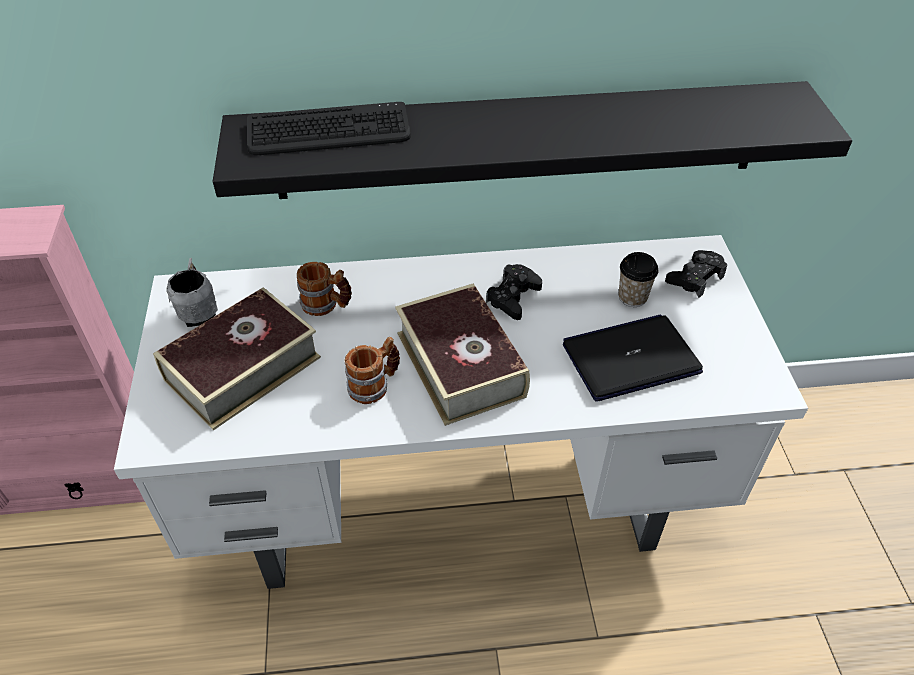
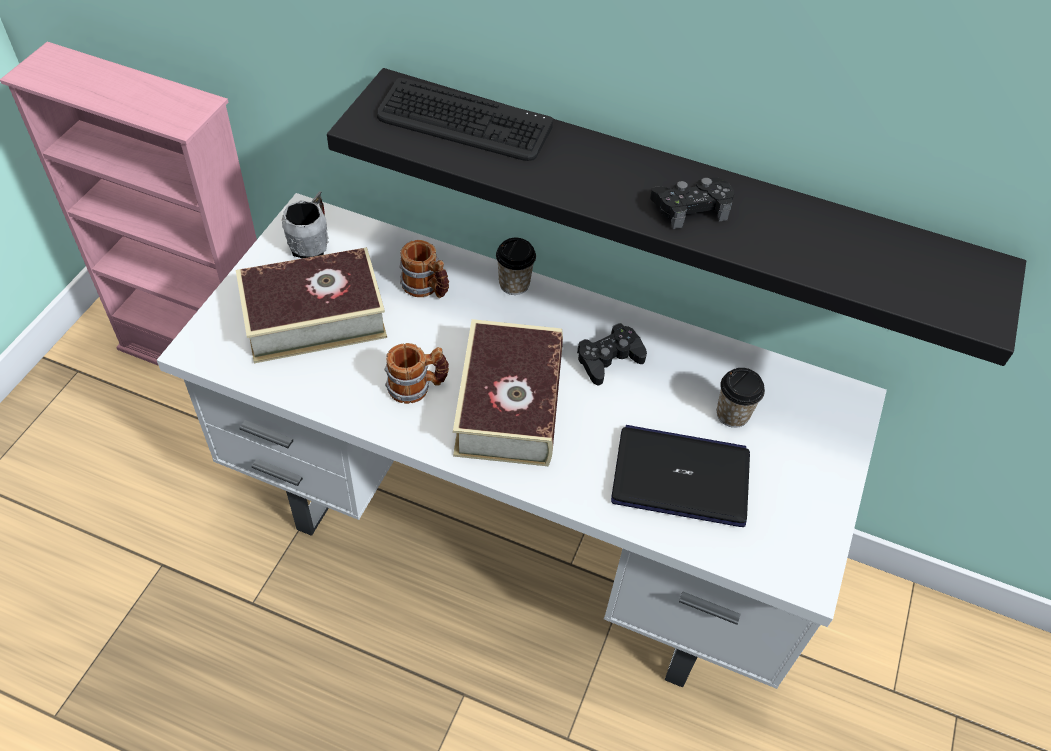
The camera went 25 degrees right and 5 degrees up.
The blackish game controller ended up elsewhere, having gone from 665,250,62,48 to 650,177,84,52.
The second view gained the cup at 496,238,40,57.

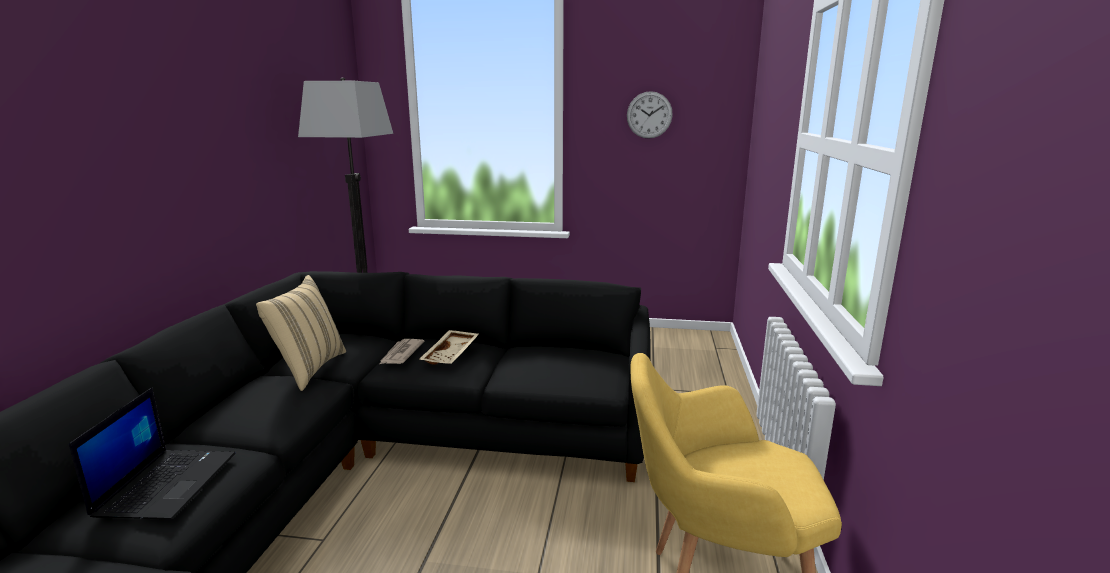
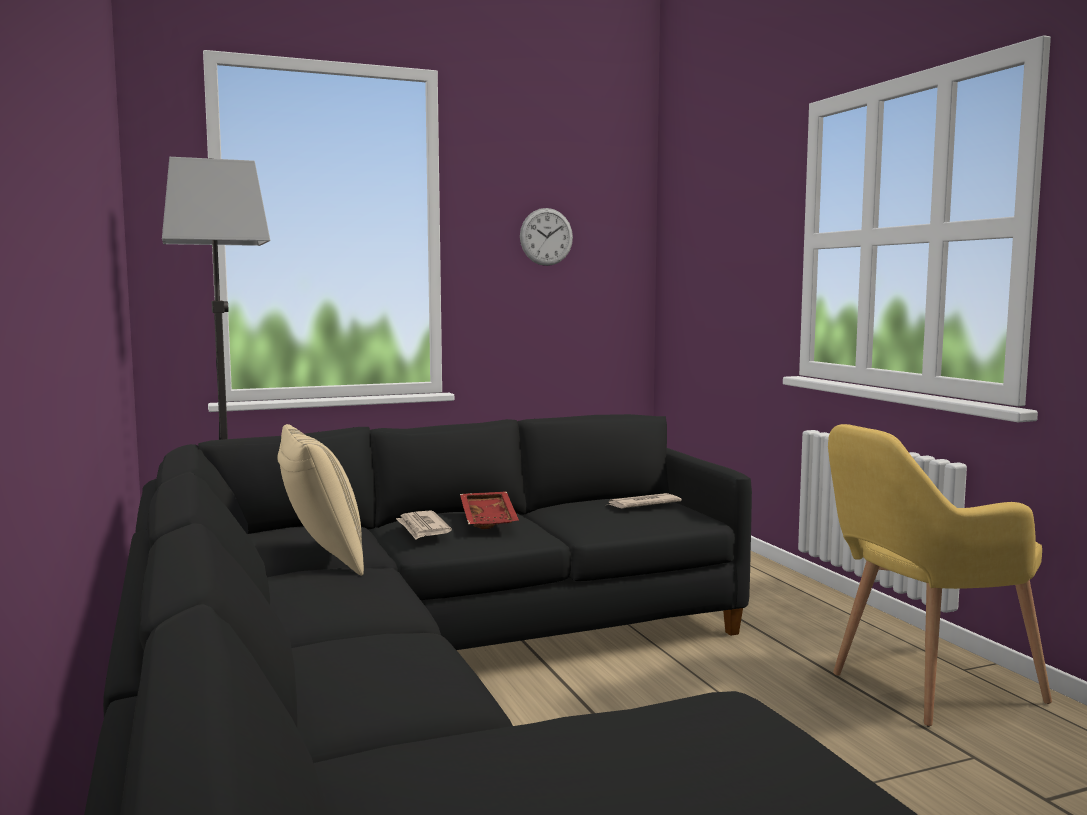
The camera went 30 degrees left and 10 degrees down.
What was the beige-coloured serving tray at 419,330,60,35 turned into the red serving tray at 460,491,59,38.
The second view lost the laptop at 69,388,167,132.
The second view gained the printed paper at 607,493,75,16.

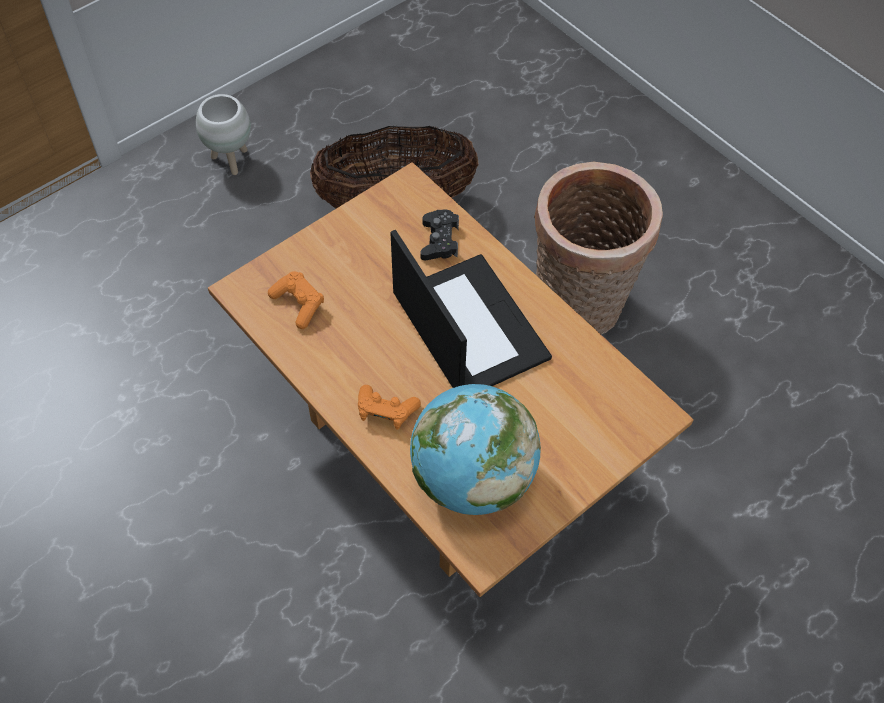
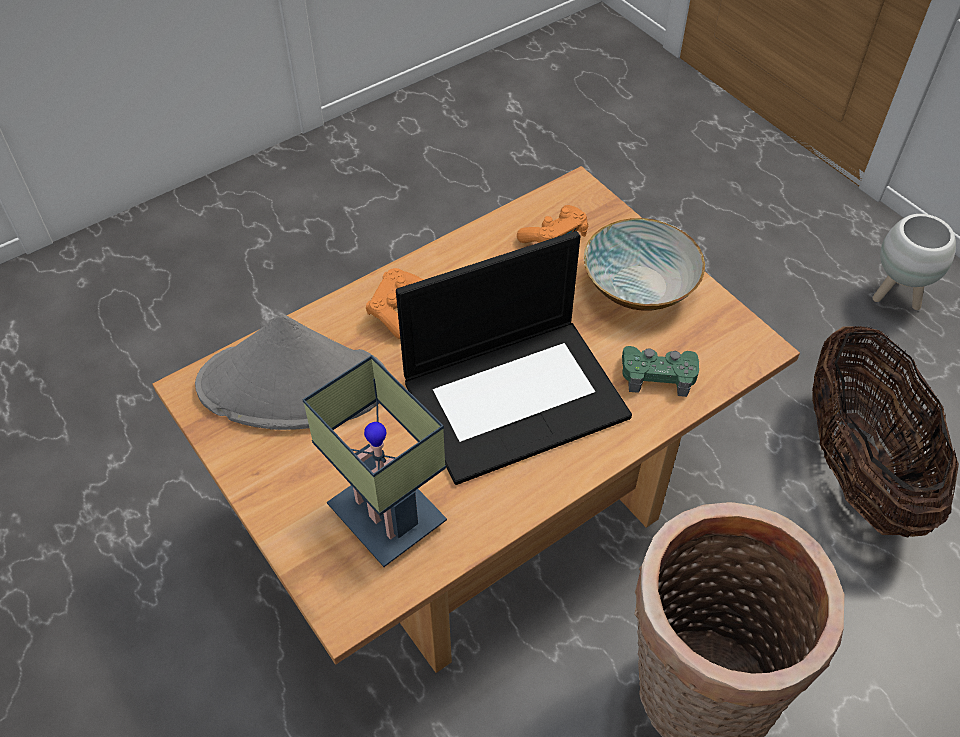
The camera went 95 degrees right and 5 degrees down.
What was the blackish game controller at 420,210,39,50 turned into the greenish game controller at 622,346,77,51.
Where the desk globe stood at 410,384,131,131, the grey wearable hat came to stand at 195,313,192,117.
The second view gained the serving bowl at 584,218,121,93.
The second view gained the tabletop lamp at 302,355,145,212.

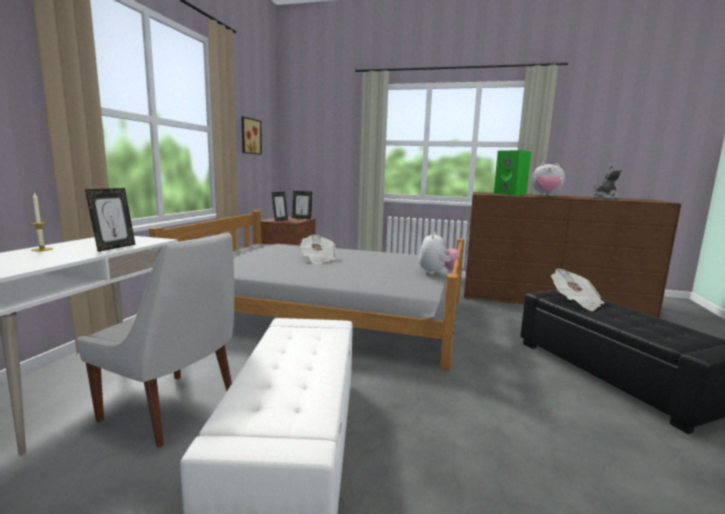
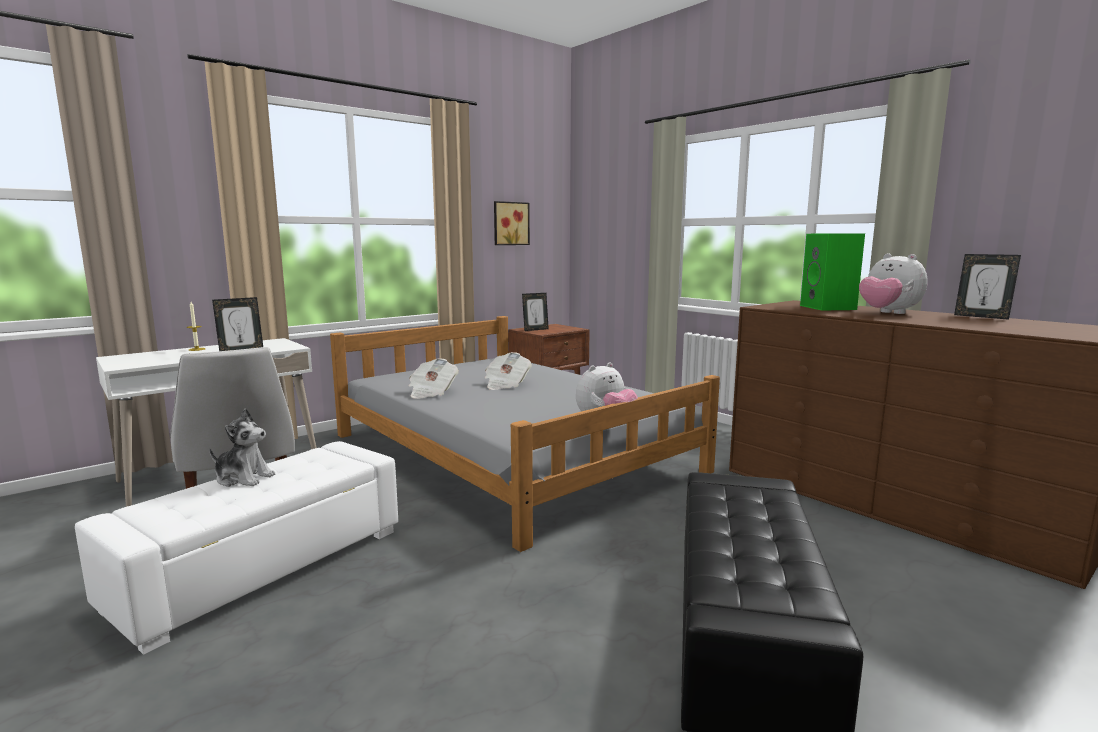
The camera went 35 degrees right and 0 degrees up.
The cuddly toy ended up elsewhere, having gone from 593,165,29,34 to 209,408,66,79.
The standing frame ended up elsewhere, having gone from 292,191,20,28 to 954,254,67,66.
The printed paper ended up elsewhere, having gone from 551,269,53,42 to 409,358,50,41.

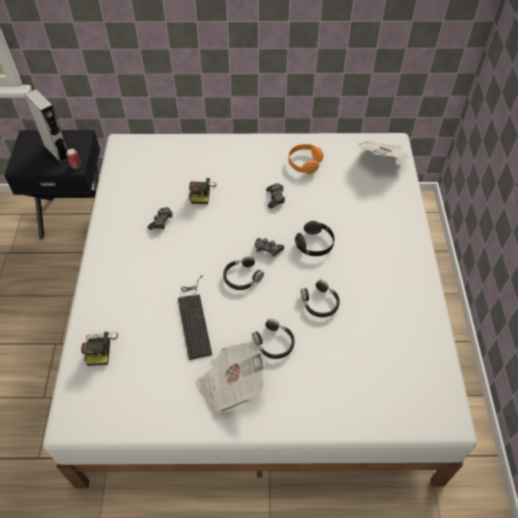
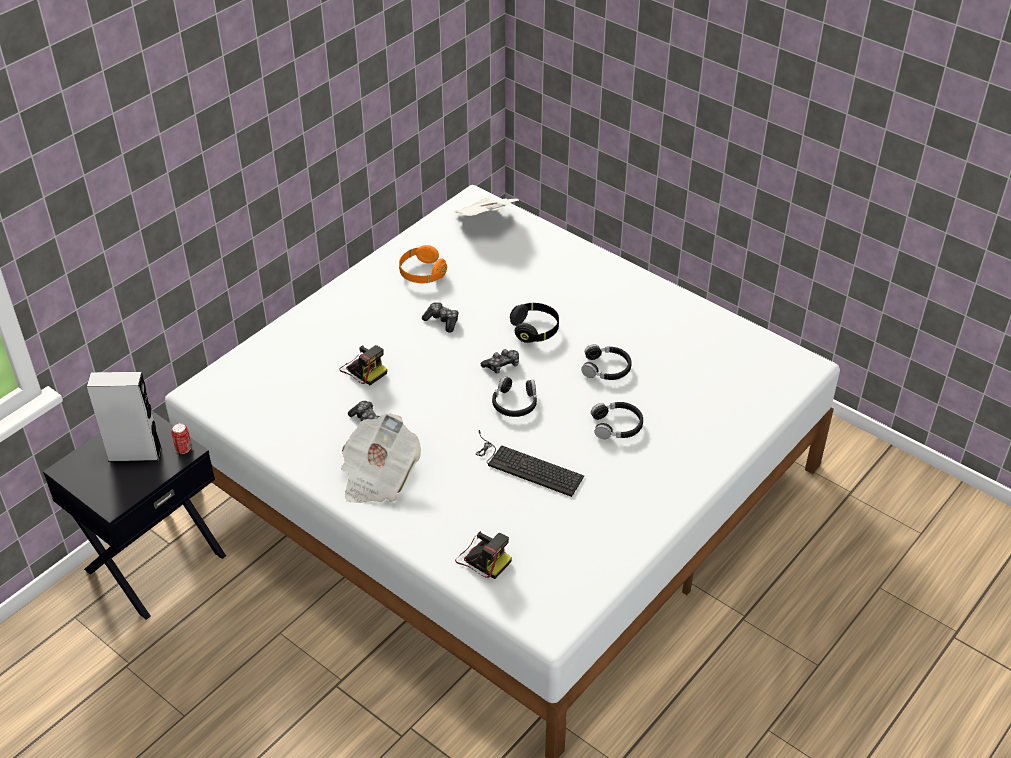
The camera went 50 degrees left and 10 degrees down.
The printed paper ended up elsewhere, having gone from 195,342,72,72 to 341,413,80,90.

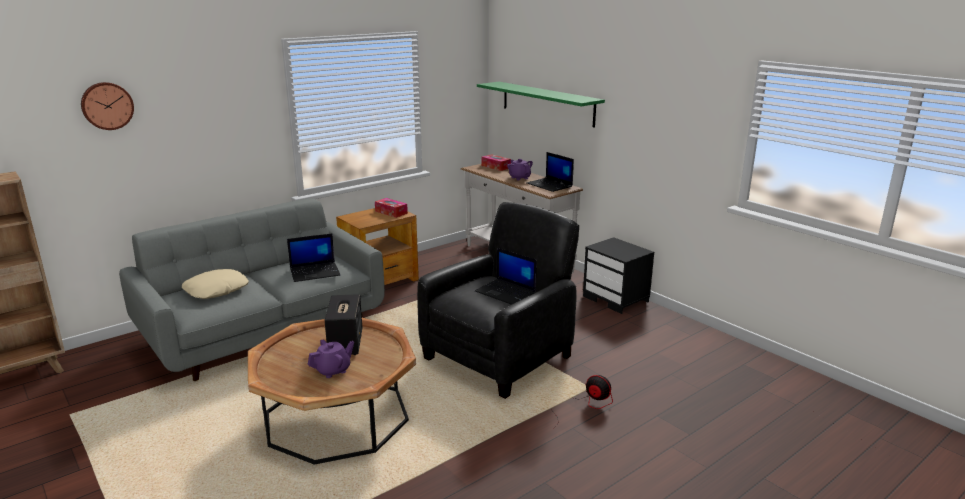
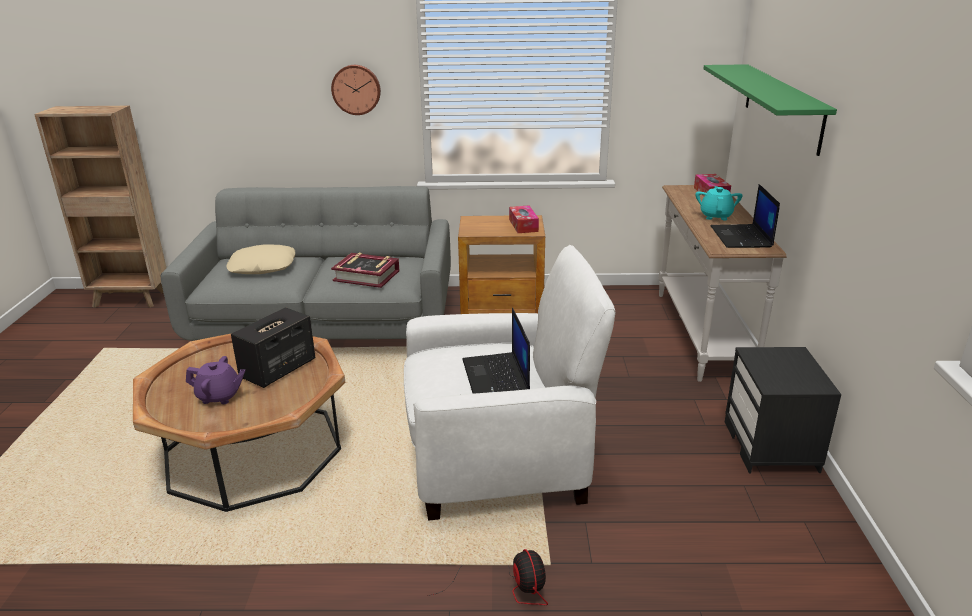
The camera went 40 degrees right and 5 degrees up.
The clock on the wall ended up elsewhere, having gone from 81,82,53,48 to 331,65,50,50.
What was the purple teapot at 507,159,26,22 turned into the turquoise teapot at 695,186,48,34.
What was the blackish armchair at 417,202,162,197 turned into the white armchair at 404,245,212,276.
Where the laptop stood at 287,233,53,49, the bound book came to stand at 331,253,69,35.

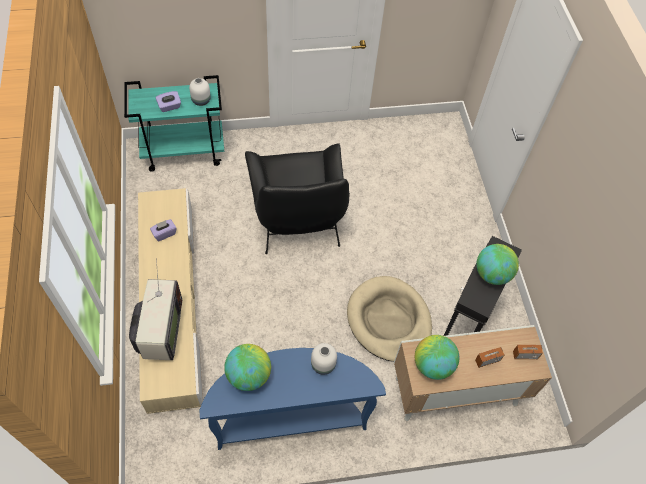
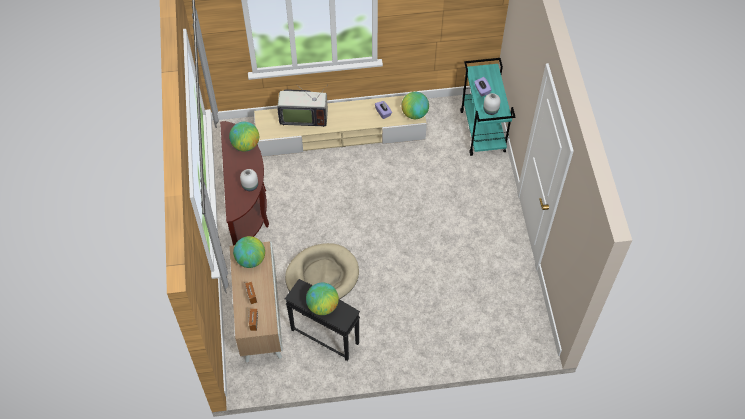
The camera went 95 degrees right and 0 degrees up.
The second view lost the blackish armchair at 245,143,105,111.
What was the blue narrow table at 199,348,187,102 turned into the brownish narrow table at 220,121,49,124.
The second view gained the desk globe at 401,92,28,27.

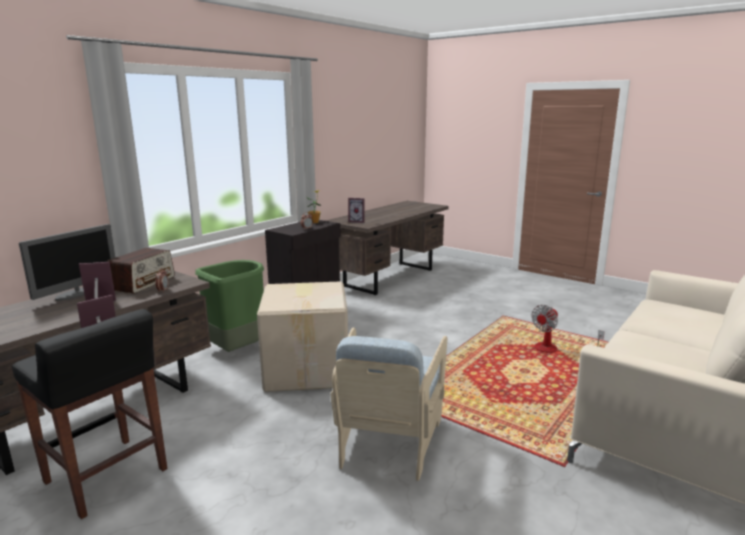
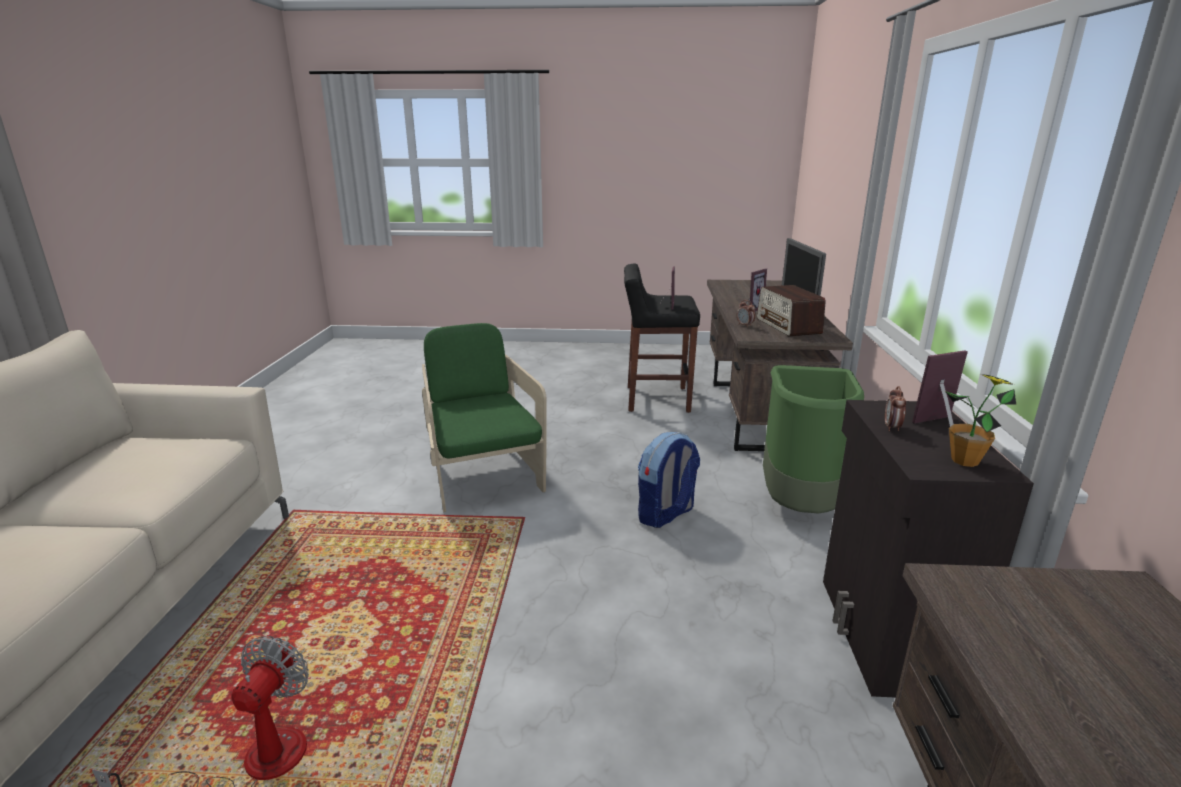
The camera went 145 degrees right and 5 degrees up.
The standing frame ended up elsewhere, having gone from 348,198,16,25 to 912,350,56,77.
Where the cardboard box stood at 257,281,91,111, the knapsack came to stand at 638,432,62,96.
What was the beige-coloured armchair at 330,328,117,153 turned into the greenish armchair at 422,323,125,189.

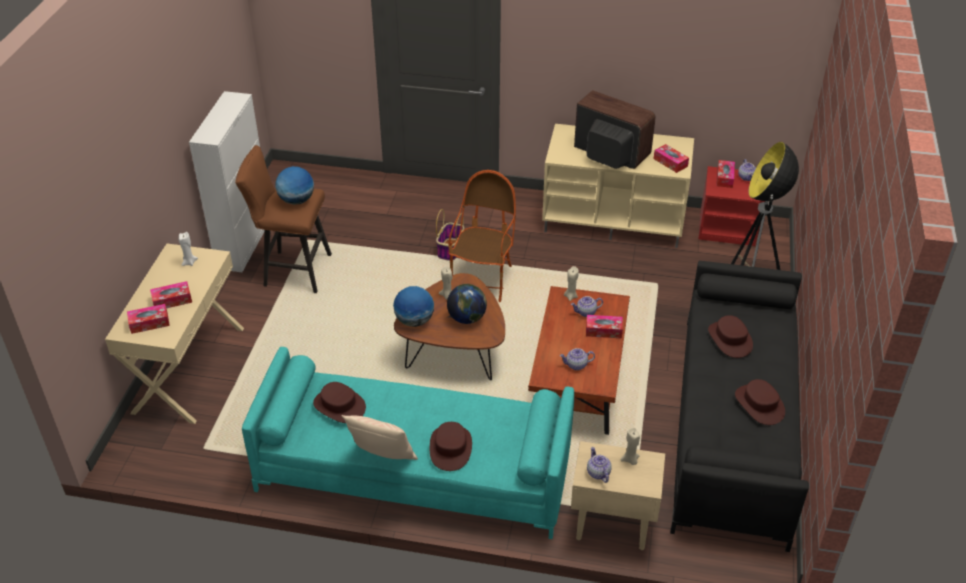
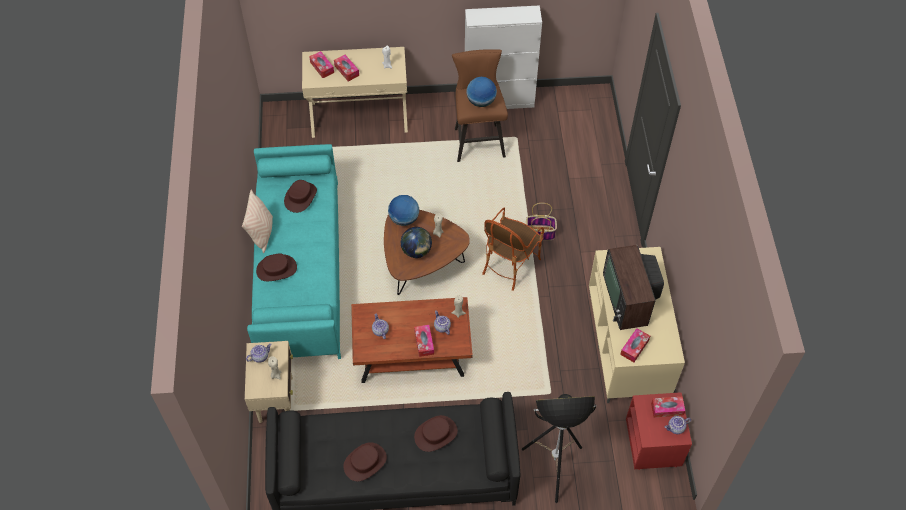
The camera went 75 degrees right and 15 degrees up.
The TV at 574,90,82,79 ended up facing another way, 150 degrees clockwise from before.
The armchair at 448,170,68,132 ended up facing another way, 120 degrees clockwise from before.

